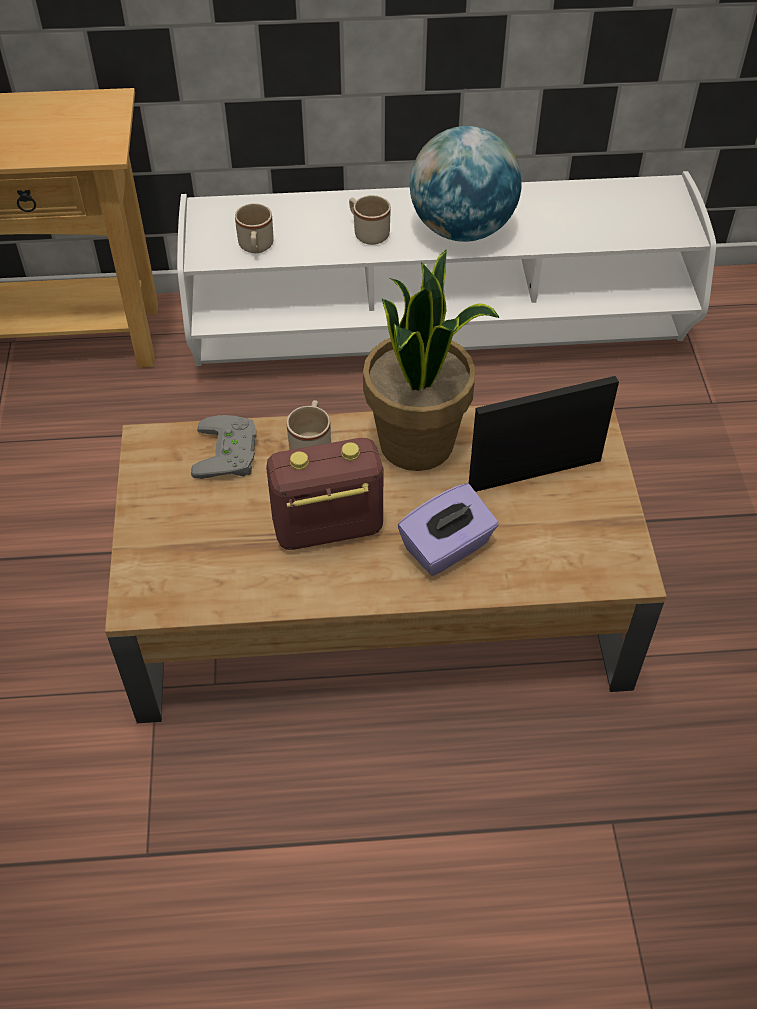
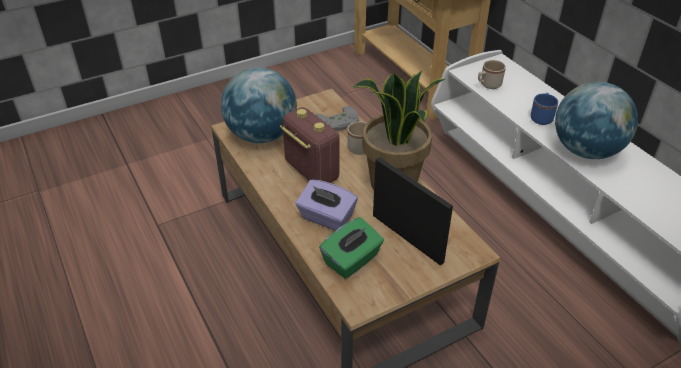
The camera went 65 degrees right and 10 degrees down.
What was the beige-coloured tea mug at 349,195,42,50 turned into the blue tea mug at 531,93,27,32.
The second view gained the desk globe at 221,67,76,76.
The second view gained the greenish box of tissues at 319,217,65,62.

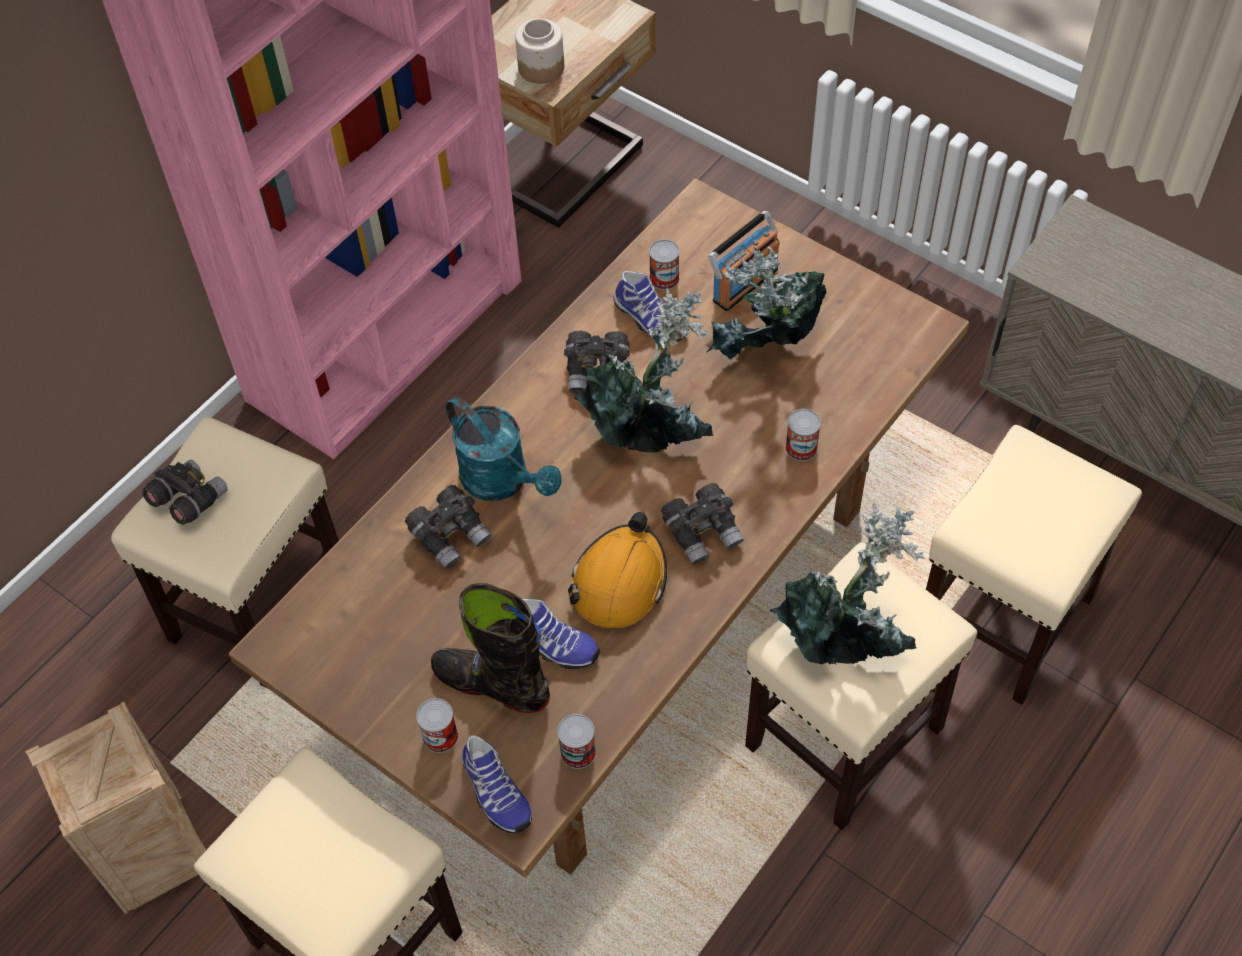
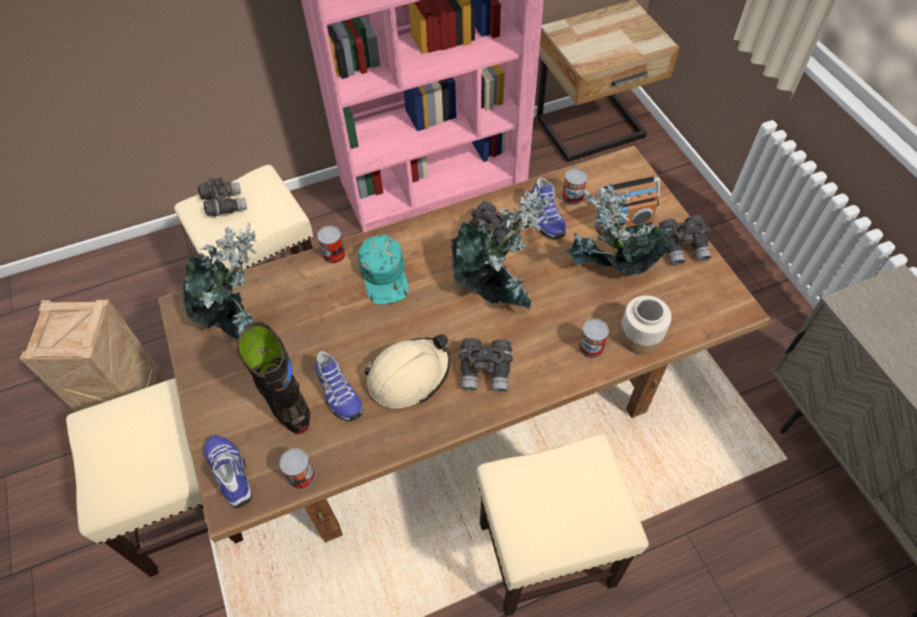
The camera went 30 degrees right and 0 degrees up.
The storage jar ended up elsewhere, having gone from 515,19,49,65 to 619,295,52,60.
Where the turquoise sprinkling can stood at 446,396,116,105, the turquoise cap came to stand at 358,235,51,69.
The second view lost the beige-coloured sitting stool at 926,425,216,280.
The grey pair of binoculars ended up elsewhere, having gone from 405,485,87,84 to 659,215,52,50.
The potted plant ended up elsewhere, having gone from 770,503,155,162 to 183,222,74,118.
What was the orangey safety helmet at 568,512,99,117 turned into the beige-coloured safety helmet at 365,334,85,75.
The sealed can ended up elsewhere, having gone from 416,698,42,55 to 317,226,29,38.
The shoe at 462,735,70,99 ended up facing another way, 150 degrees clockwise from before.

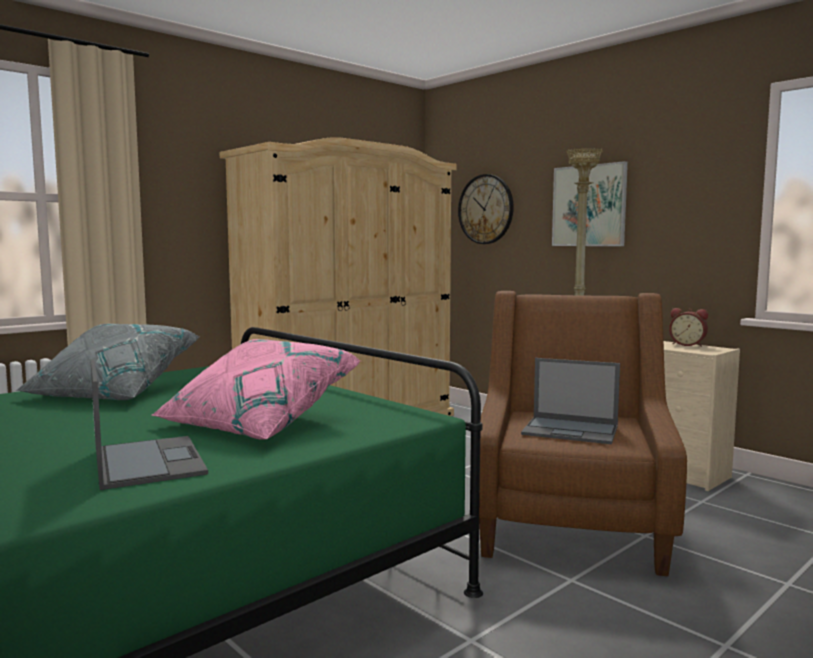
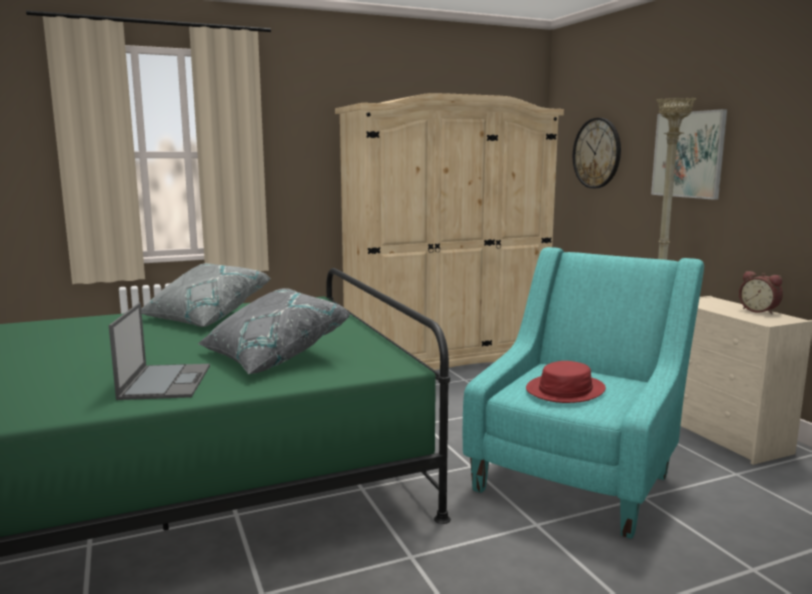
The camera went 20 degrees right and 5 degrees up.
What was the brownish armchair at 479,291,208,285 turned into the turquoise armchair at 463,247,241,292.
What was the pink-coloured throw pillow at 151,339,210,101 turned into the grey throw pillow at 198,288,152,86.
Where the laptop stood at 521,358,99,86, the red wearable hat came to stand at 526,361,80,42.

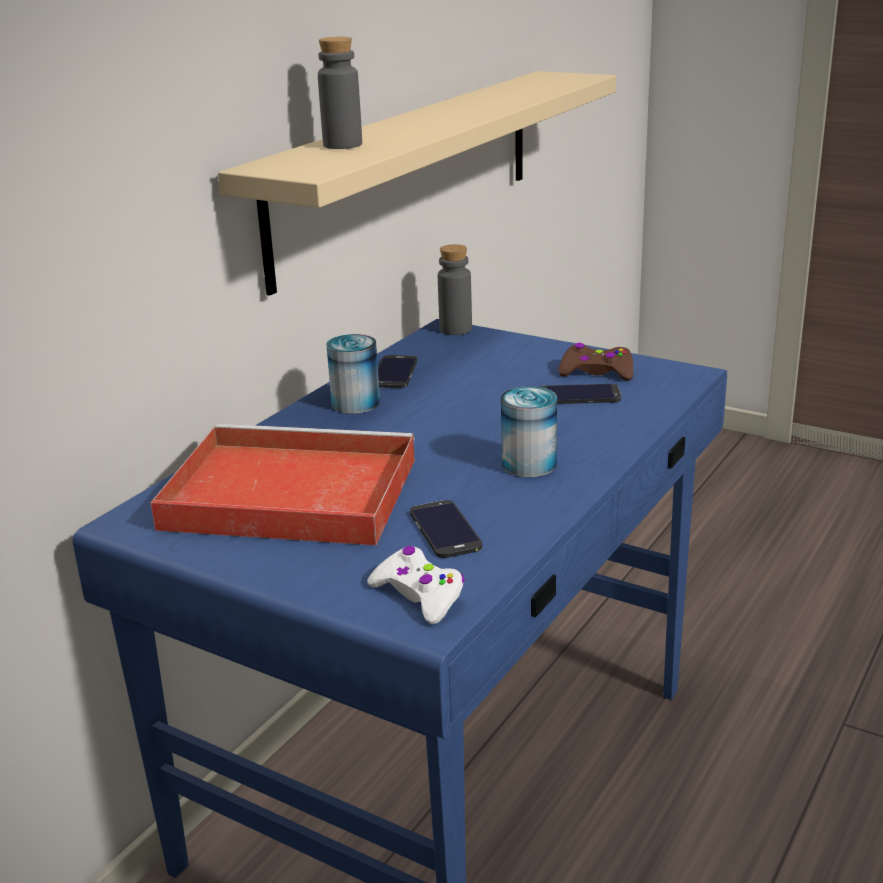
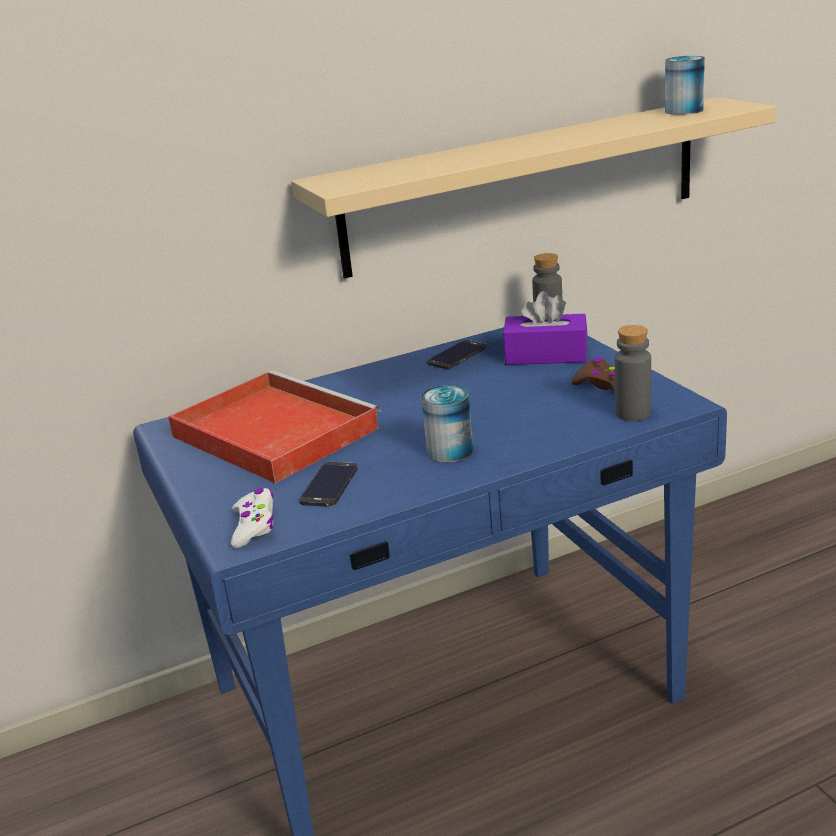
The camera went 35 degrees right and 0 degrees up.
The grey beverage bottle ended up elsewhere, having gone from 318,37,44,112 to 615,325,36,96.
The sealed can ended up elsewhere, having gone from 326,334,54,80 to 665,56,40,59.
The second view lost the handset at 540,384,81,20.
The second view gained the purple box of tissues at 503,291,85,74.

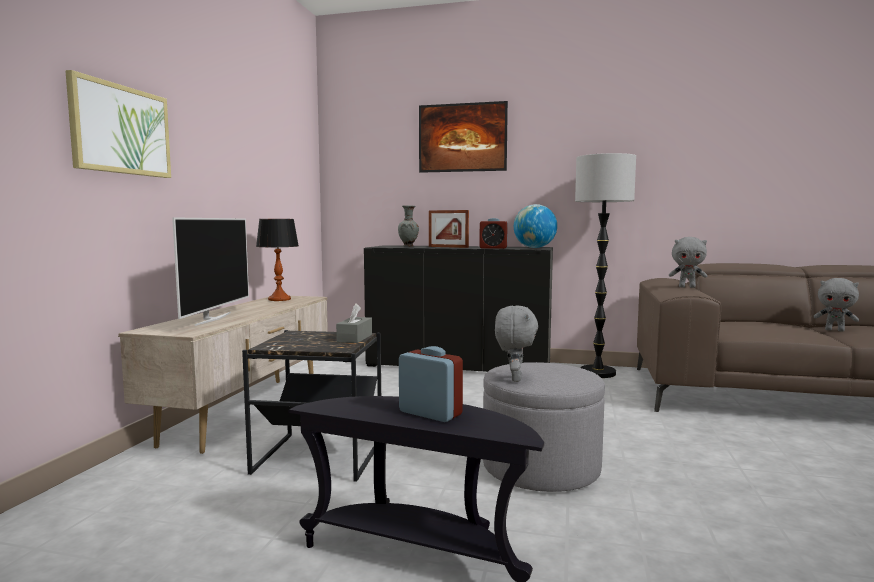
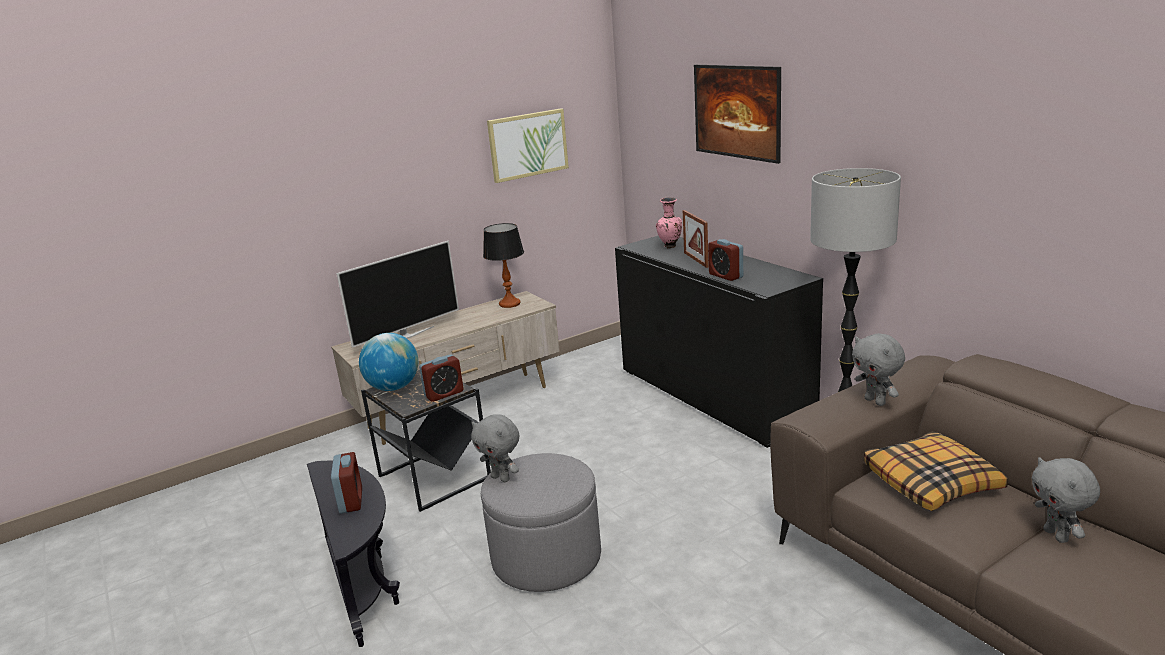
The camera went 45 degrees right and 15 degrees up.
The wall picture ended up elsewhere, having gone from 66,70,105,108 to 487,109,82,74.
The desk globe ended up elsewhere, having gone from 514,204,43,44 to 359,333,59,58.
What was the grey flower vase at 398,205,21,41 turned into the pink-coloured flower vase at 656,197,26,51.
Where the grey box of tissues stood at 336,303,36,40, the bedside clock came to stand at 419,355,45,47.
The grey cuddly toy at 495,305,43,77 ended up facing another way, 75 degrees clockwise from before.
The second view gained the throw pillow at 864,431,144,80.

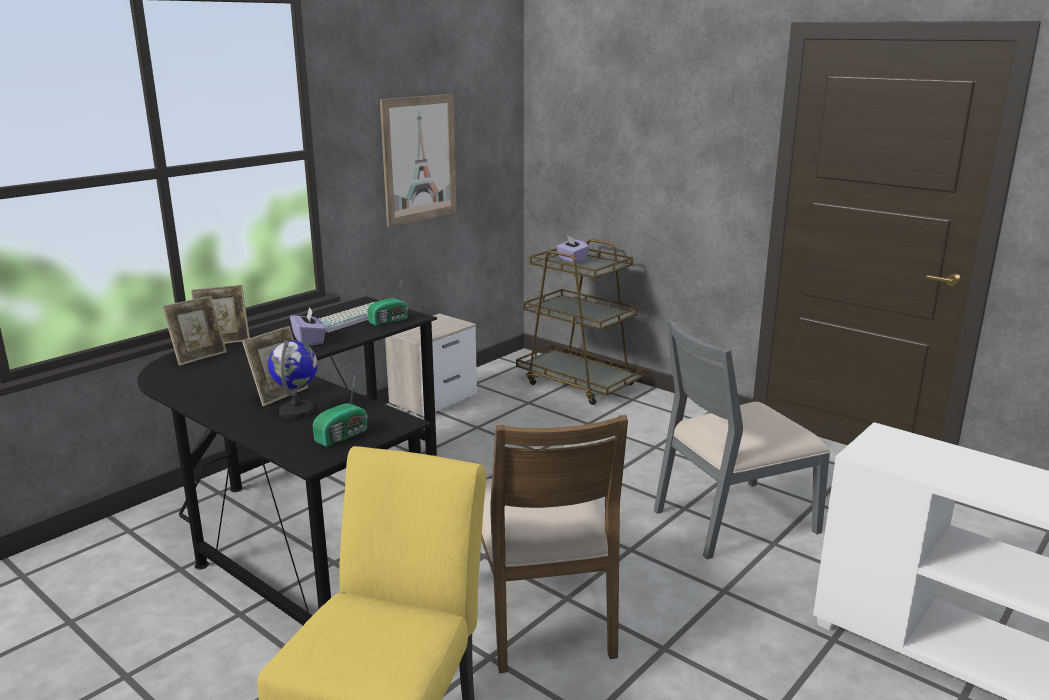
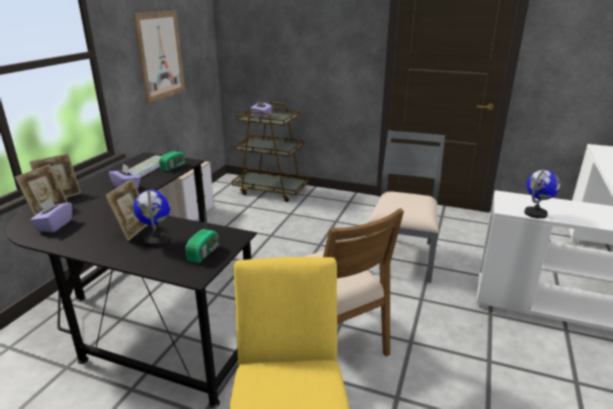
The camera went 20 degrees left and 5 degrees up.
The grey plain chair at 654,318,177,241 ended up facing another way, 150 degrees clockwise from before.
The second view gained the desk globe at 524,168,36,51.
The second view gained the purple box of tissues at 31,198,41,35.

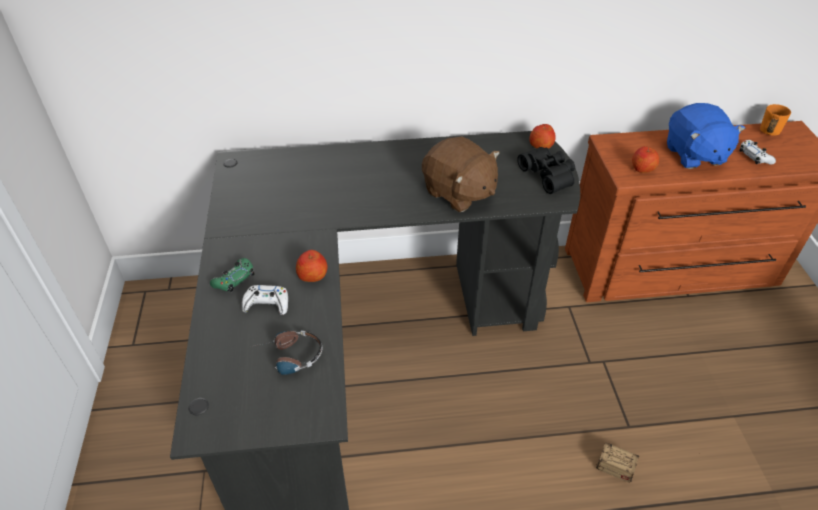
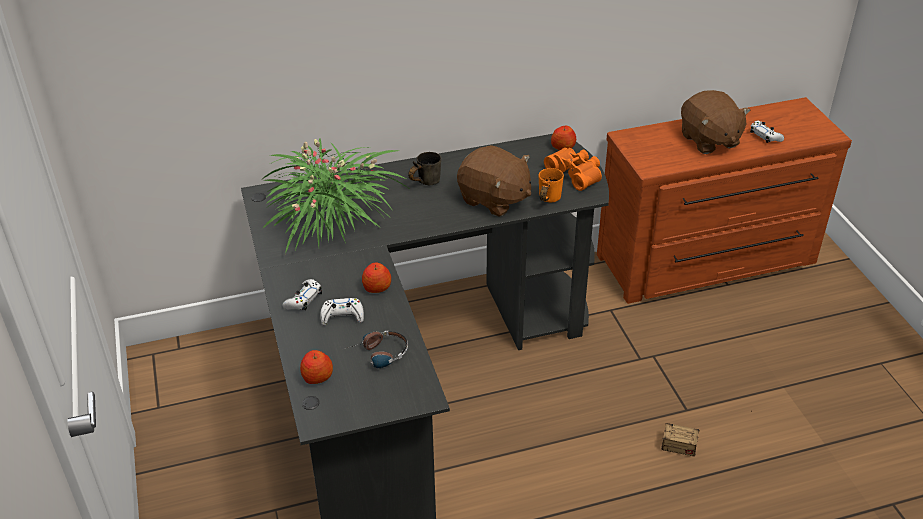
The camera went 10 degrees left and 5 degrees down.
What was the blue cuddly toy at 667,103,79,66 turned into the brownish cuddly toy at 681,90,70,64.
The orangey tea mug ended up elsewhere, having gone from 760,104,31,32 to 539,168,25,35.
The apple fruit ended up elsewhere, having gone from 632,146,27,27 to 300,350,33,34.
What was the blackish pair of binoculars at 517,147,58,47 turned into the orangey pair of binoculars at 544,148,58,43.
What was the greenish game controller at 210,258,45,34 turned into the white game controller at 283,279,39,31.
The second view gained the potted plant at 261,139,150,115.
The second view gained the grey tea mug at 408,152,33,33.

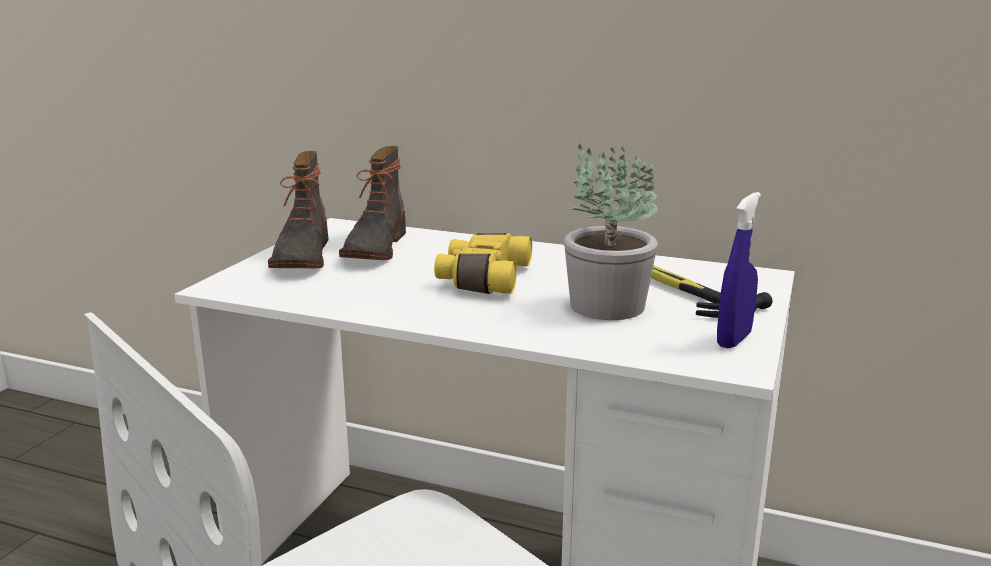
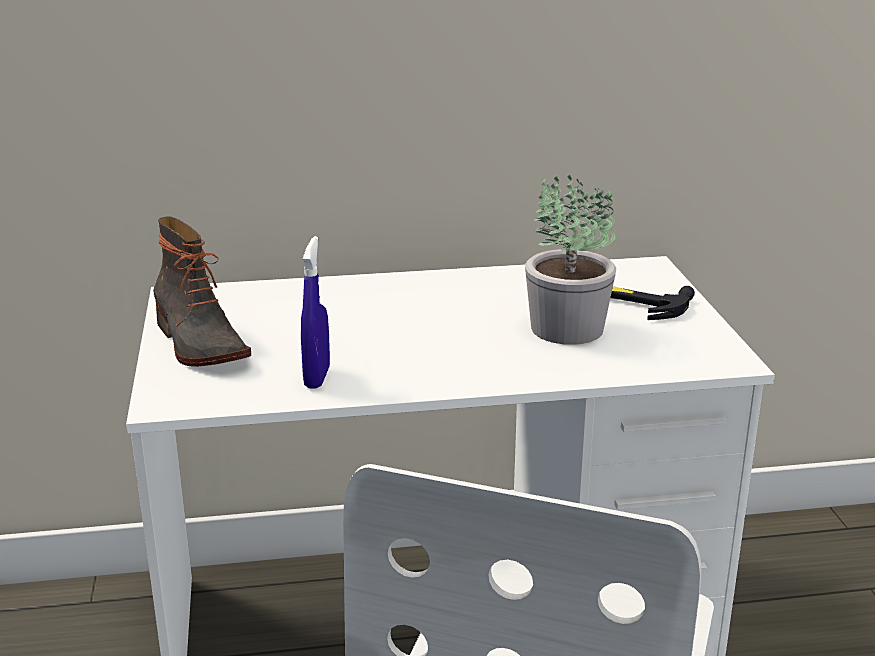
The camera went 30 degrees left and 5 degrees up.
The second view lost the boot at 339,146,67,114.
The blue spray bottle ended up elsewhere, having gone from 717,192,44,156 to 301,236,29,153.
The second view lost the yellow-coloured pair of binoculars at 434,233,98,61.

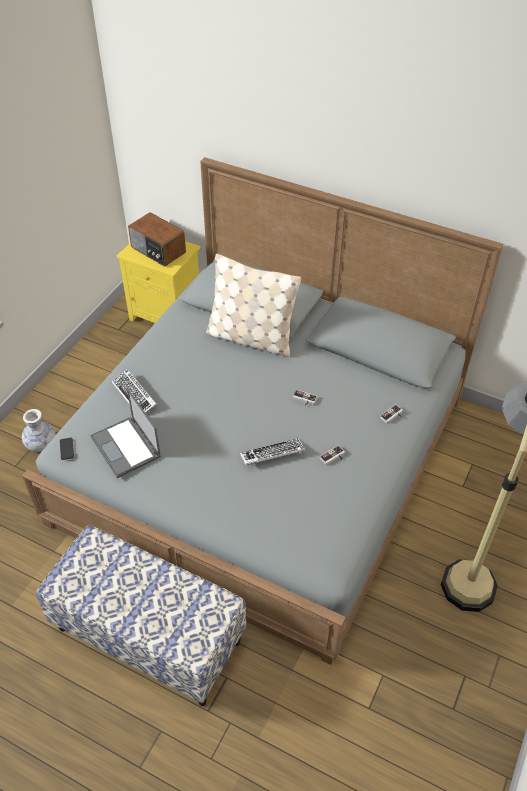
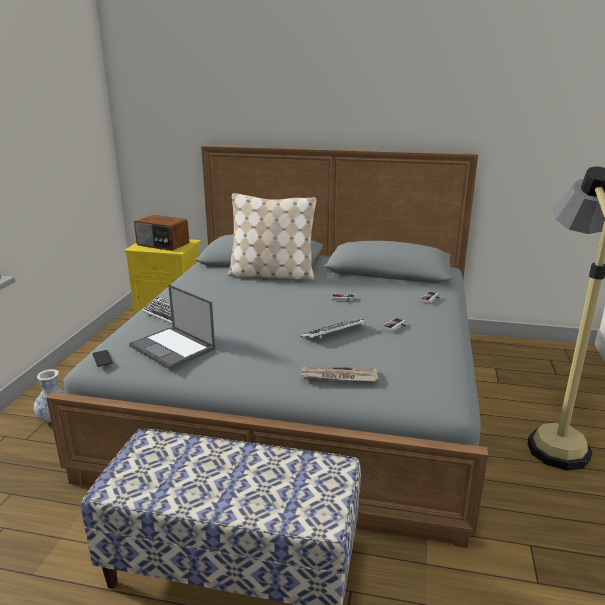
The camera went 15 degrees left and 25 degrees down.
The second view gained the printed paper at 301,367,77,15.

